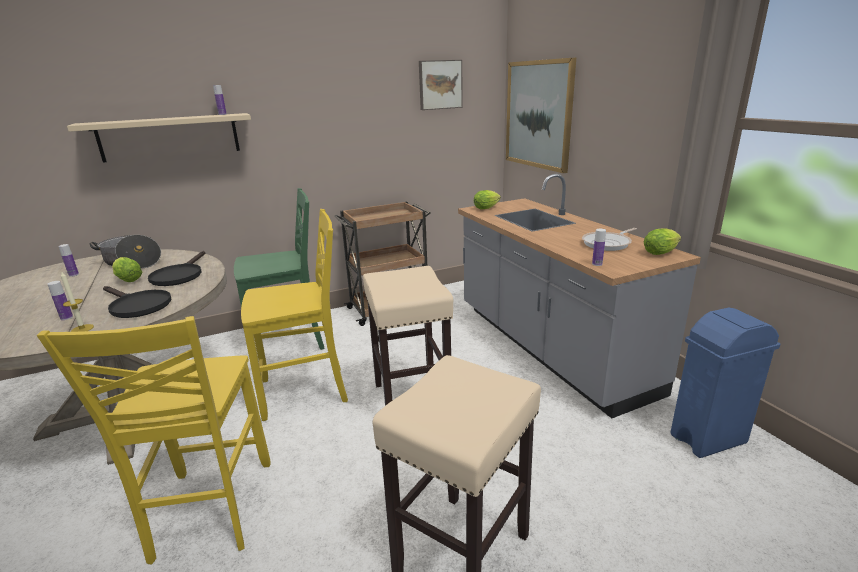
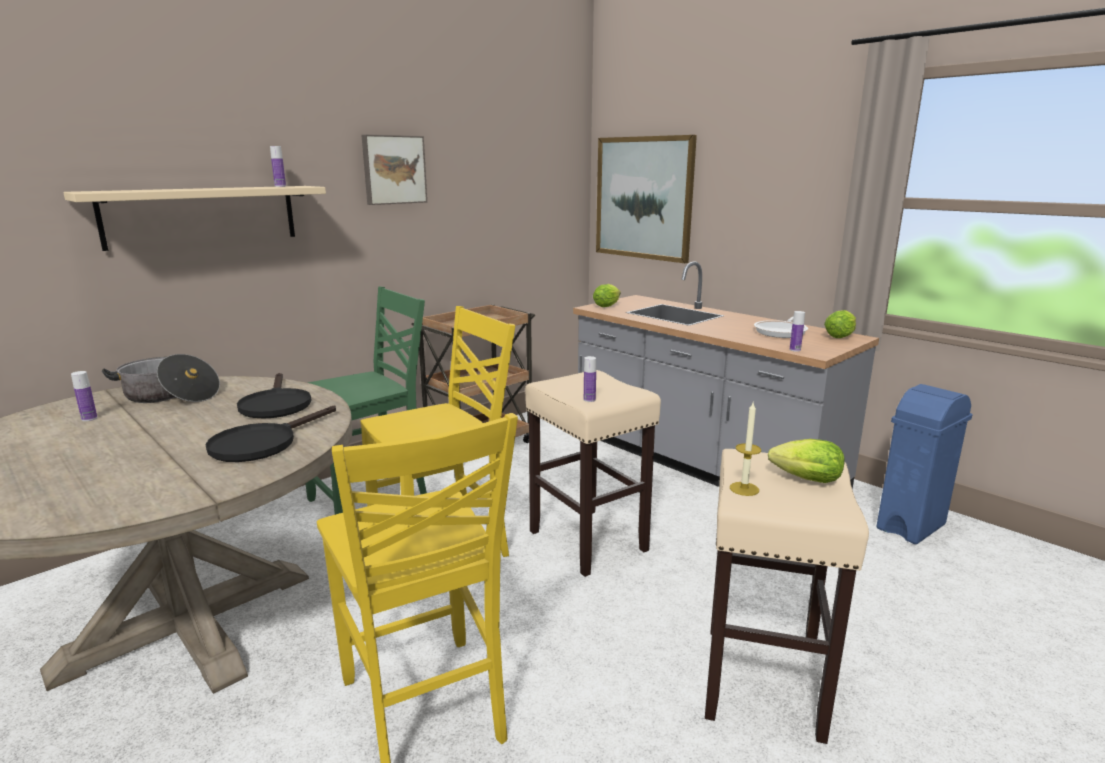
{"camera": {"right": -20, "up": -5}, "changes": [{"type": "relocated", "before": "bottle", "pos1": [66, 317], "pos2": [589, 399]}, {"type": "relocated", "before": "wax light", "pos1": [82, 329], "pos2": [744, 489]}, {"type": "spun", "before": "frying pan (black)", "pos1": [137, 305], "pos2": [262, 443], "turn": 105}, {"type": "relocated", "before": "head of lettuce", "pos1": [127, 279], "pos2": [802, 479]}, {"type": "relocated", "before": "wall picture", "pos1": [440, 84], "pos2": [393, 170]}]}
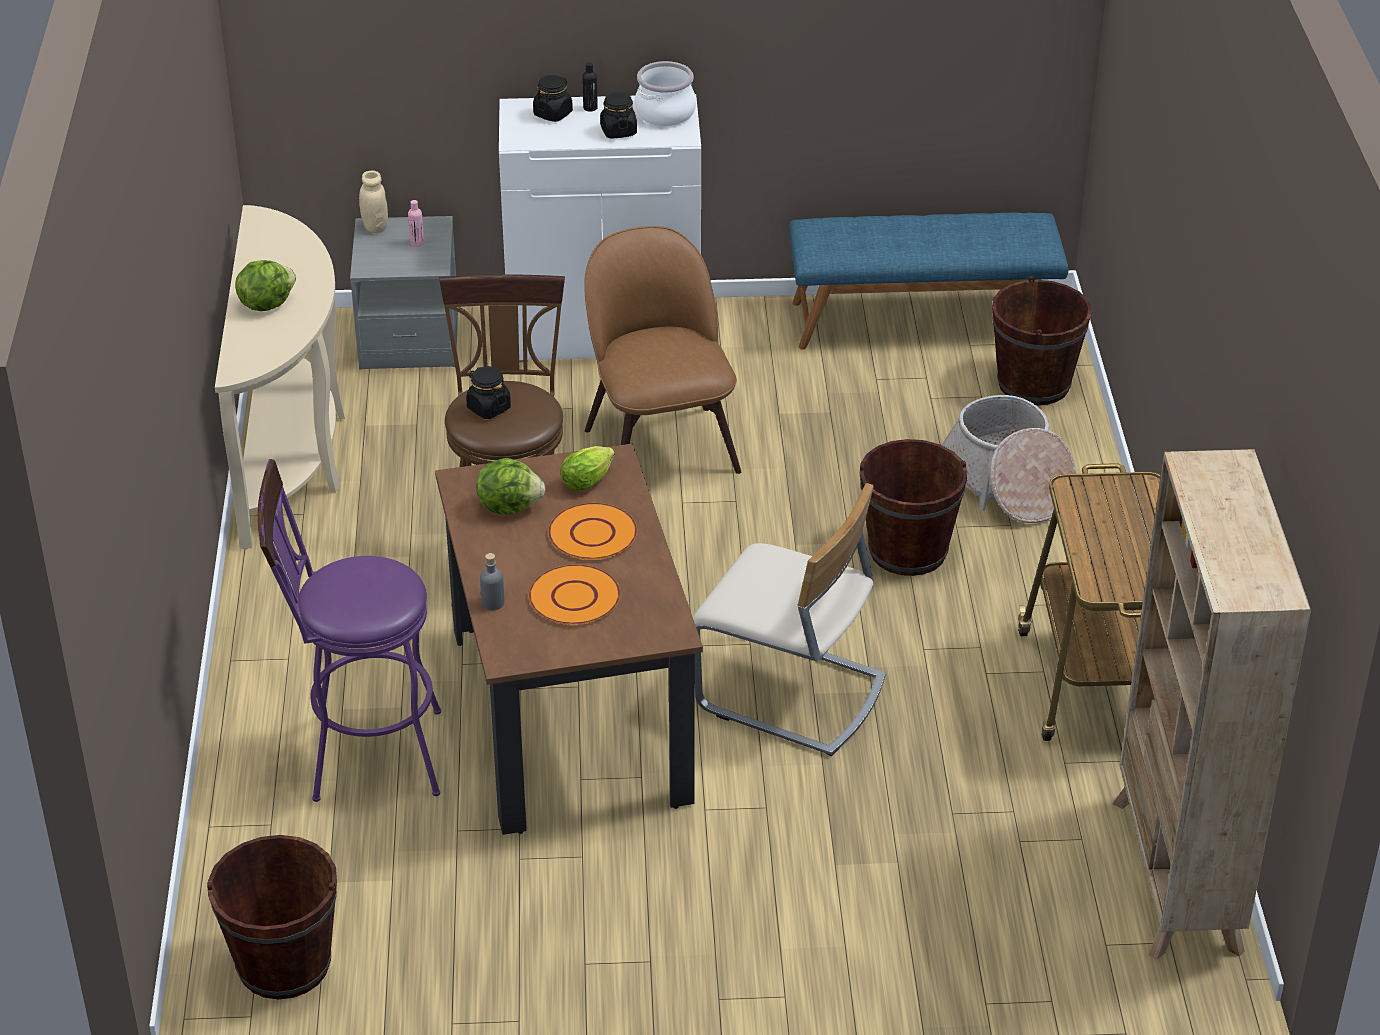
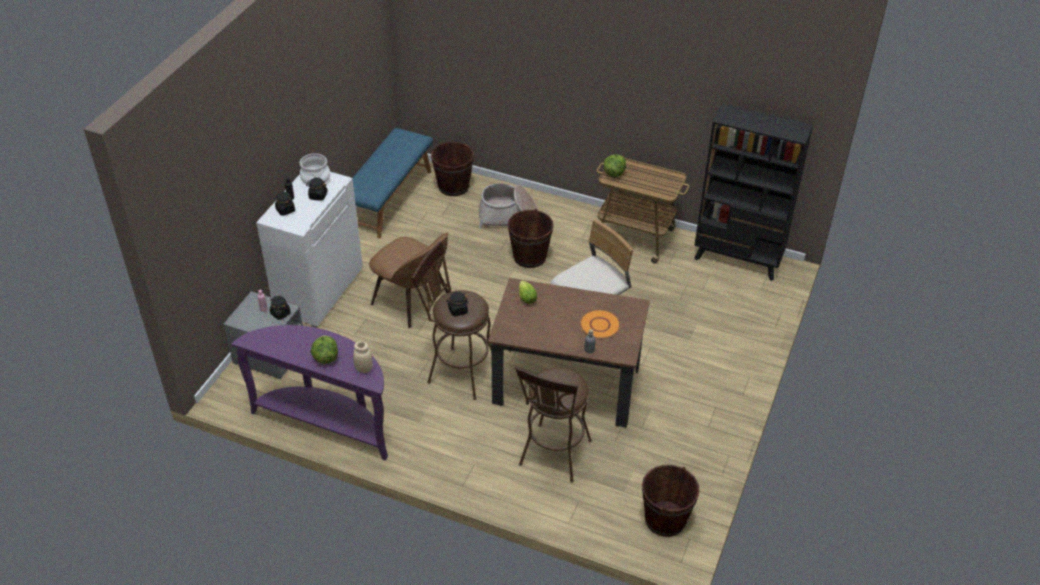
{"camera": {"right": -65, "up": 5}, "changes": [{"type": "colour", "before": "console table (beige-coloured)", "after": "console table (purple-coloured)", "pos1": [293, 455], "pos2": [327, 422]}, {"type": "colour", "before": "stool (purple-coloured)", "after": "stool (brownish)", "pos1": [363, 755], "pos2": [553, 457]}, {"type": "relocated", "before": "preserve jar (beige-coloured)", "pos1": [375, 227], "pos2": [364, 369]}, {"type": "relocated", "before": "head of lettuce", "pos1": [509, 506], "pos2": [614, 173]}, {"type": "missing", "before": "flat dish (orange-coloured)", "pos1": [593, 534]}, {"type": "spun", "before": "plain chair (brownish)", "pos1": [660, 446], "pos2": [413, 301], "turn": -150}, {"type": "colour", "before": "bookshelf (beige-coloured)", "after": "bookshelf (black)", "pos1": [1175, 876], "pos2": [738, 260]}, {"type": "appeared", "after": "preserve jar (black)", "pos2": [280, 313]}]}
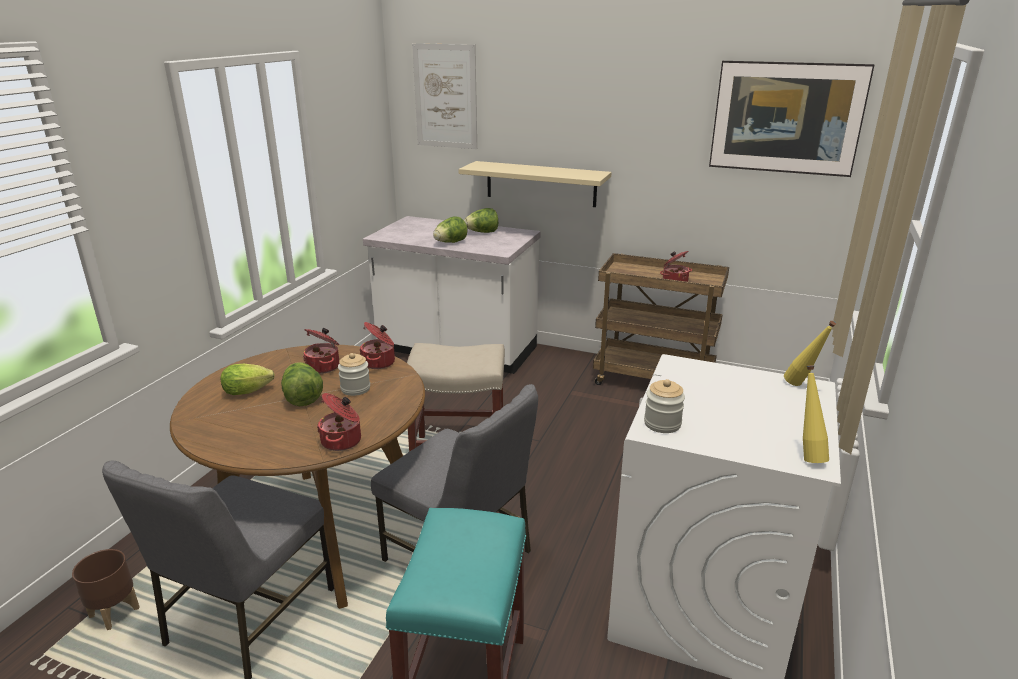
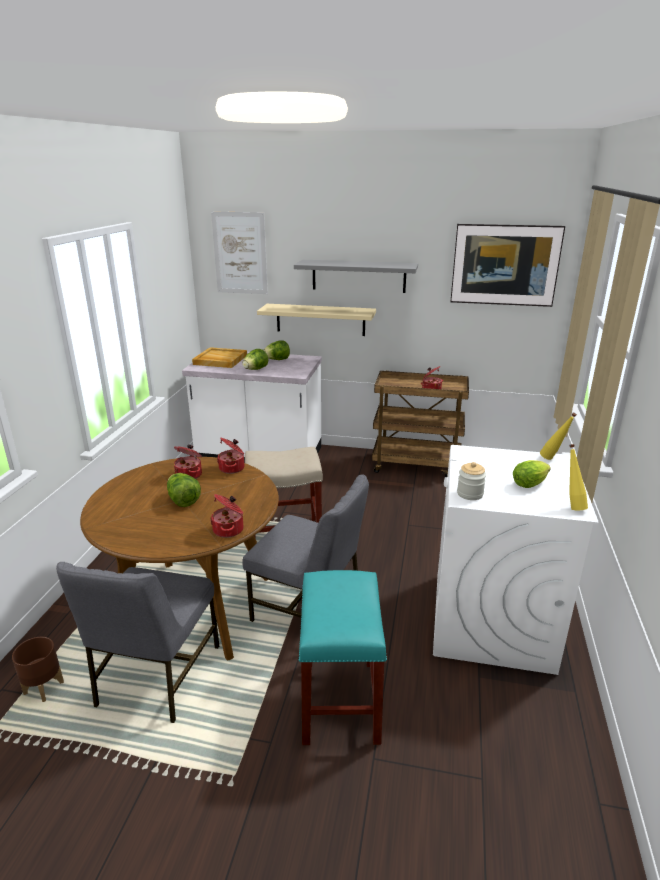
{"camera": {"right": -10, "up": 0}, "changes": [{"type": "relocated", "before": "head of lettuce", "pos1": [250, 391], "pos2": [531, 483]}, {"type": "missing", "before": "preserve jar", "pos1": [355, 389]}, {"type": "appeared", "after": "carrying tray (beige-coloured)", "pos2": [220, 360]}, {"type": "appeared", "after": "bracket shelf (grey)", "pos2": [358, 276]}]}
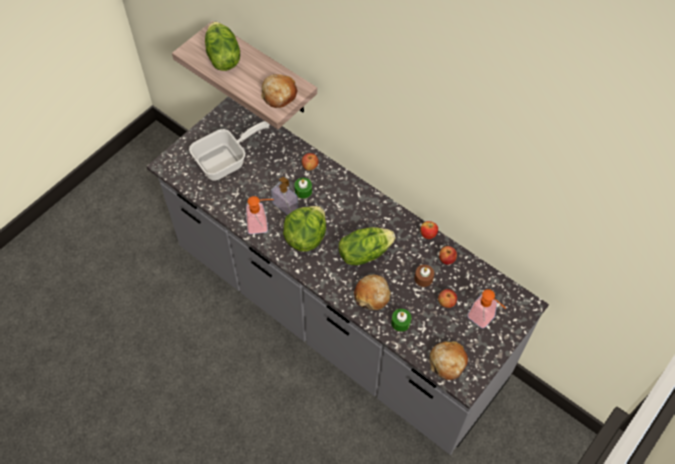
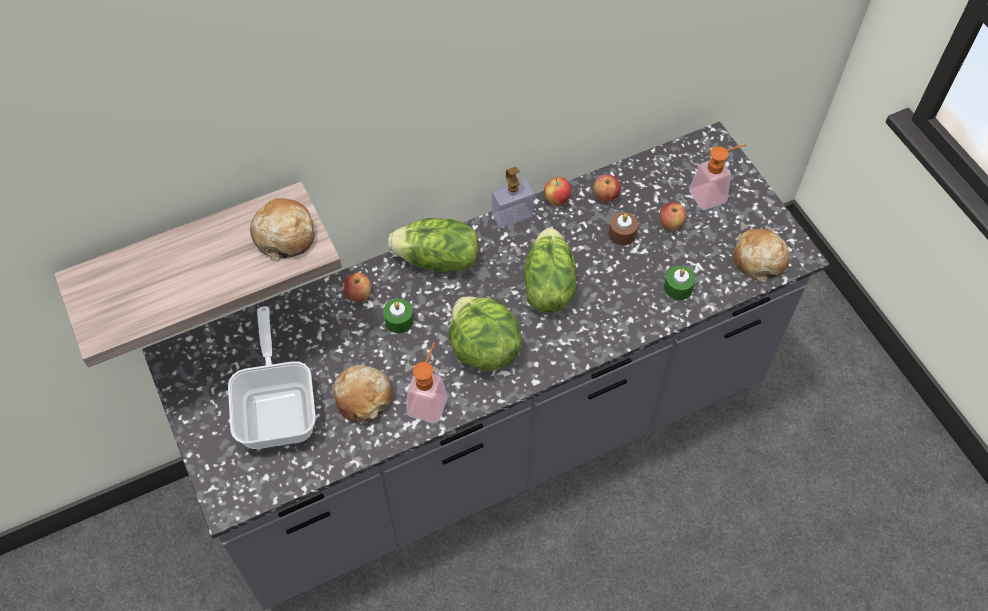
{"camera": {"right": -65, "up": 0}, "changes": [{"type": "relocated", "before": "head of lettuce", "pos1": [222, 58], "pos2": [437, 260]}, {"type": "relocated", "before": "soap dispenser", "pos1": [285, 206], "pos2": [512, 215]}, {"type": "relocated", "before": "baked bread", "pos1": [372, 295], "pos2": [363, 397]}]}
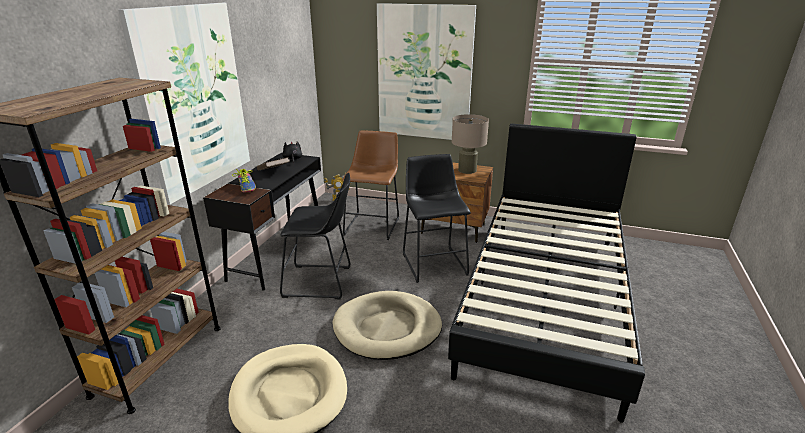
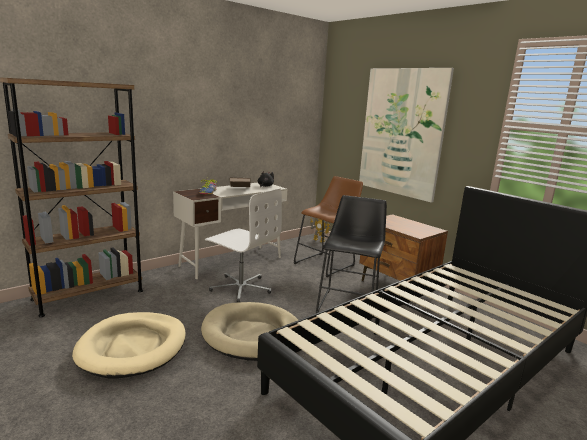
{"camera": {"right": 30, "up": -10}, "changes": [{"type": "missing", "before": "wall picture", "pos1": [194, 99]}, {"type": "colour", "before": "desk unit (black)", "after": "desk unit (white-coloured)", "pos1": [278, 254], "pos2": [232, 261]}, {"type": "exchanged", "before": "stool (black)", "after": "computer chair (white-coloured)", "pos1": [321, 282], "pos2": [241, 287]}, {"type": "missing", "before": "table lamp (beige-coloured)", "pos1": [467, 170]}]}
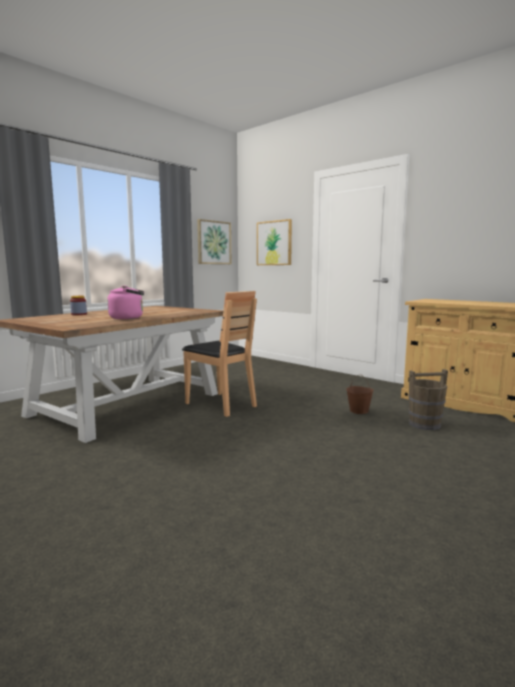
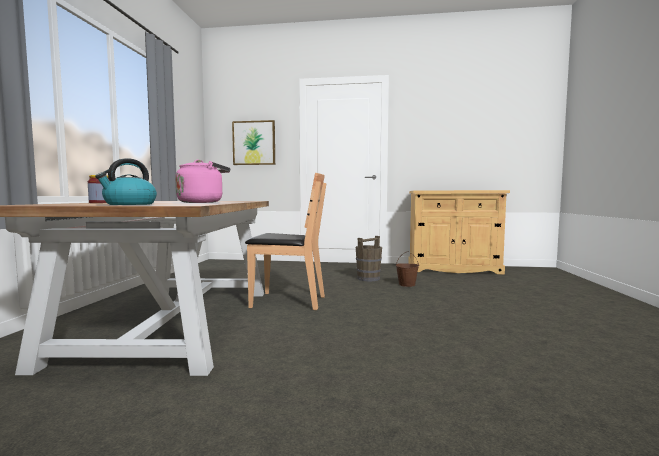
{"camera": {"right": -35, "up": -5}, "changes": [{"type": "missing", "before": "wall picture", "pos1": [214, 242]}, {"type": "relocated", "before": "bucket (brownish)", "pos1": [425, 424], "pos2": [368, 278]}, {"type": "appeared", "after": "kettle", "pos2": [129, 204]}]}
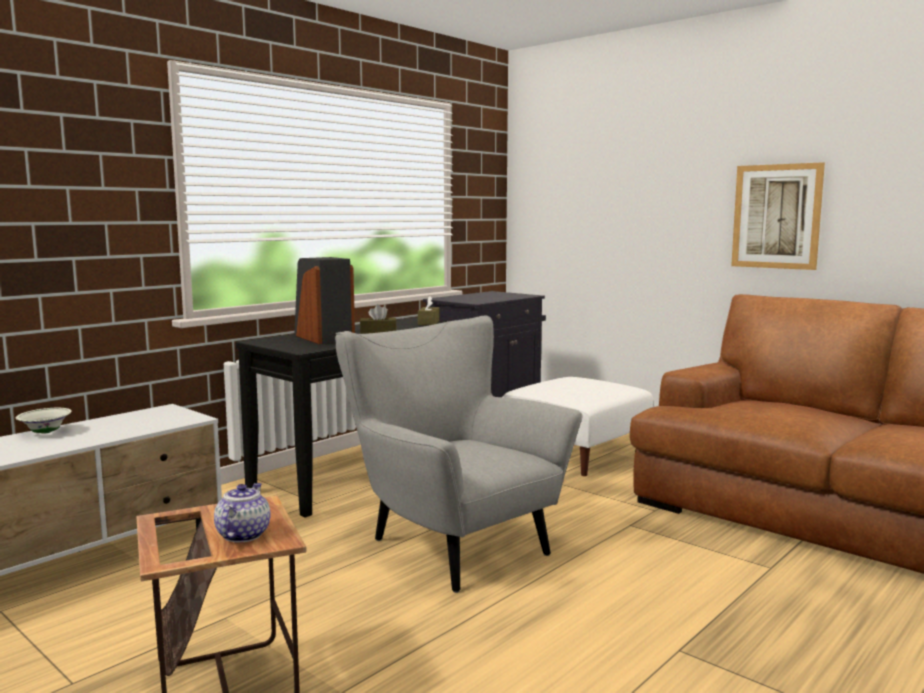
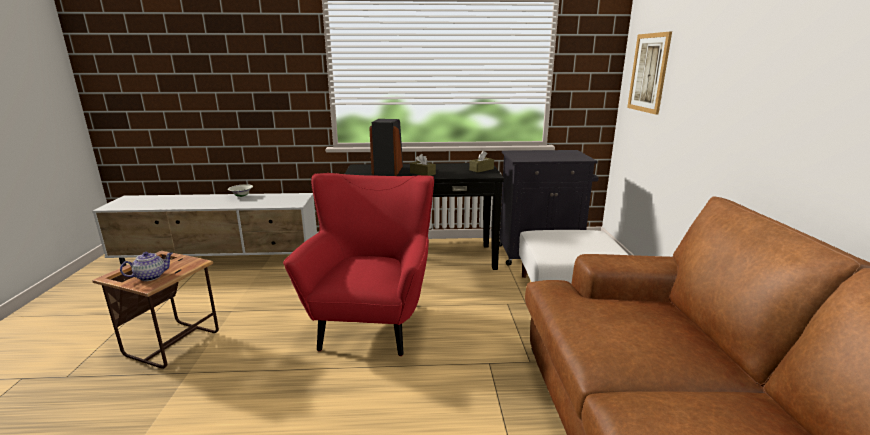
{"camera": {"right": 45, "up": 10}, "changes": [{"type": "colour", "before": "armchair (grey)", "after": "armchair (red)", "pos1": [448, 543], "pos2": [372, 320]}, {"type": "relocated", "before": "wall picture", "pos1": [776, 216], "pos2": [648, 73]}]}
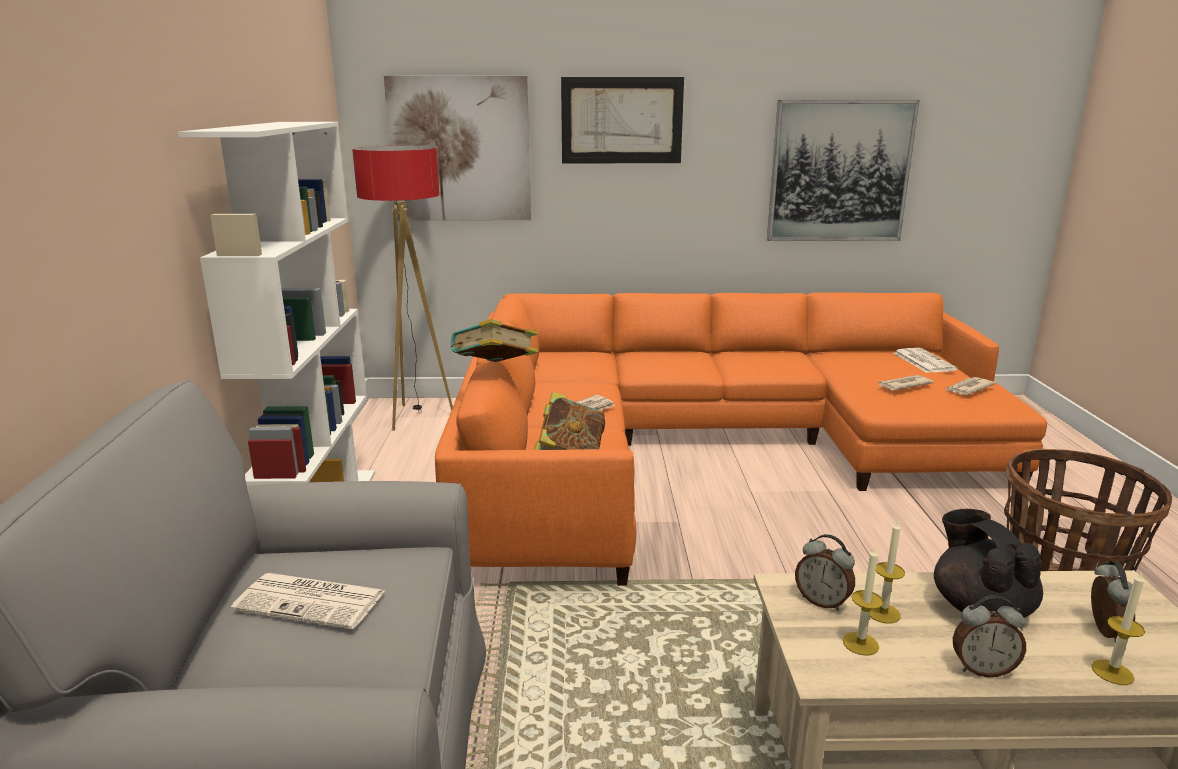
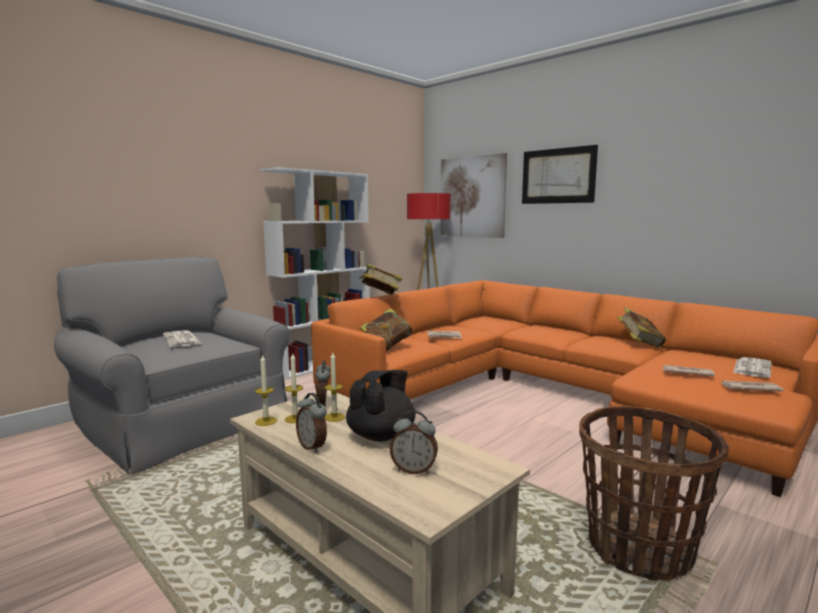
{"camera": {"right": 45, "up": -10}, "changes": [{"type": "missing", "before": "wall picture", "pos1": [839, 171]}, {"type": "spun", "before": "bedside clock", "pos1": [1102, 631], "pos2": [414, 470], "turn": 45}, {"type": "relocated", "before": "wax light", "pos1": [1112, 672], "pos2": [266, 421]}, {"type": "appeared", "after": "book", "pos2": [639, 344]}]}
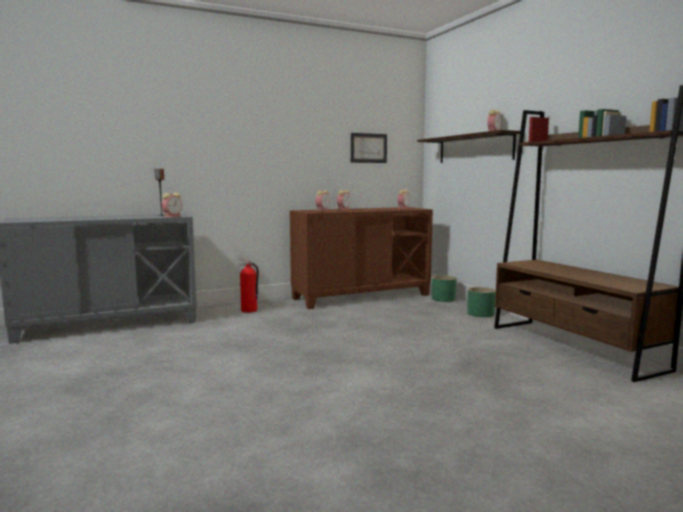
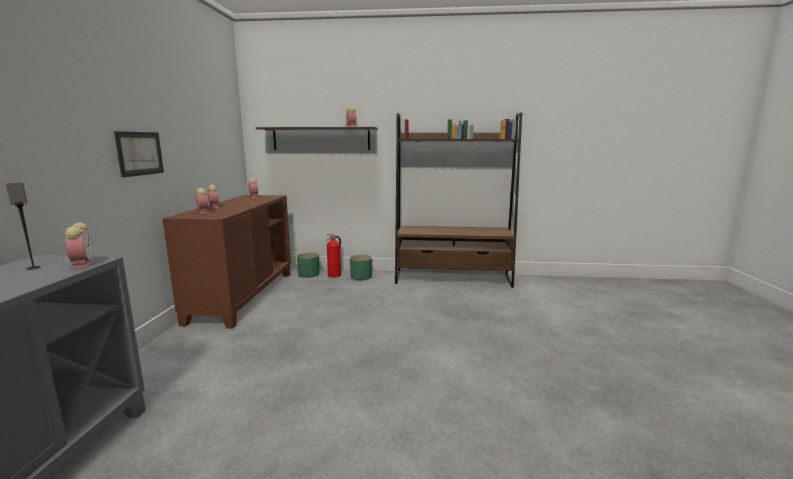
{"camera": {"right": -60, "up": 5}, "changes": [{"type": "relocated", "before": "extinguisher", "pos1": [249, 311], "pos2": [334, 275]}, {"type": "relocated", "before": "wall picture", "pos1": [368, 148], "pos2": [139, 153]}]}
